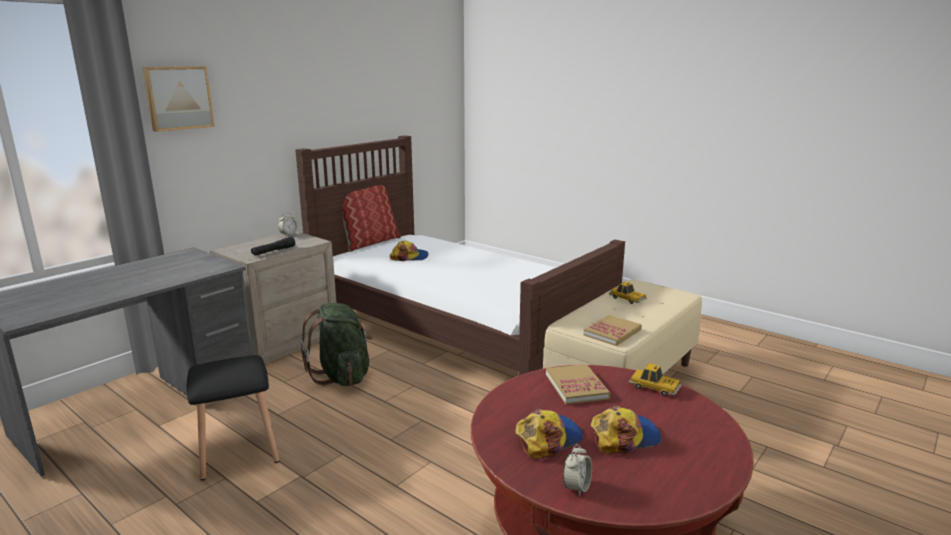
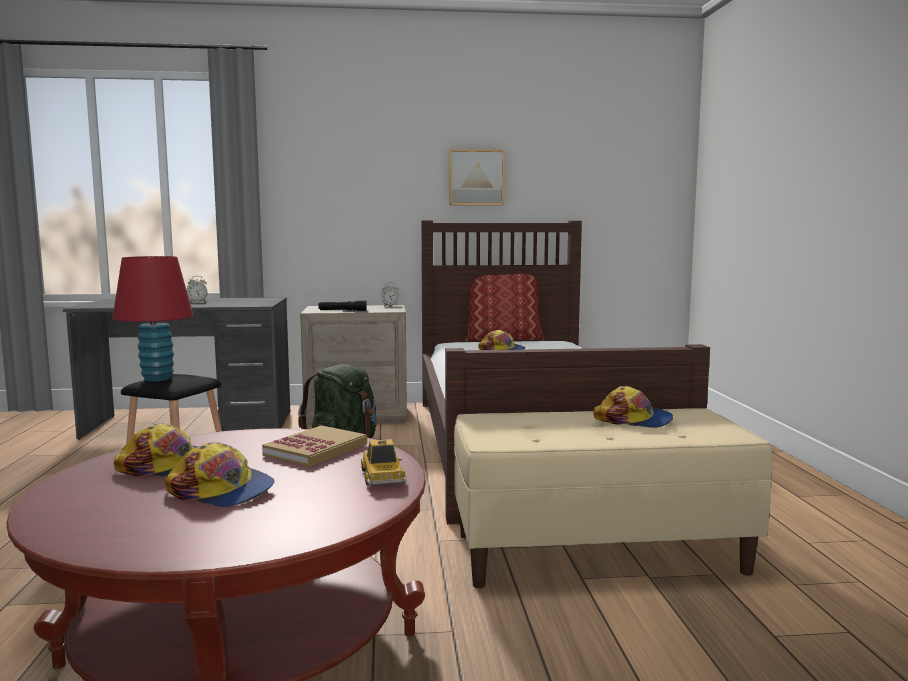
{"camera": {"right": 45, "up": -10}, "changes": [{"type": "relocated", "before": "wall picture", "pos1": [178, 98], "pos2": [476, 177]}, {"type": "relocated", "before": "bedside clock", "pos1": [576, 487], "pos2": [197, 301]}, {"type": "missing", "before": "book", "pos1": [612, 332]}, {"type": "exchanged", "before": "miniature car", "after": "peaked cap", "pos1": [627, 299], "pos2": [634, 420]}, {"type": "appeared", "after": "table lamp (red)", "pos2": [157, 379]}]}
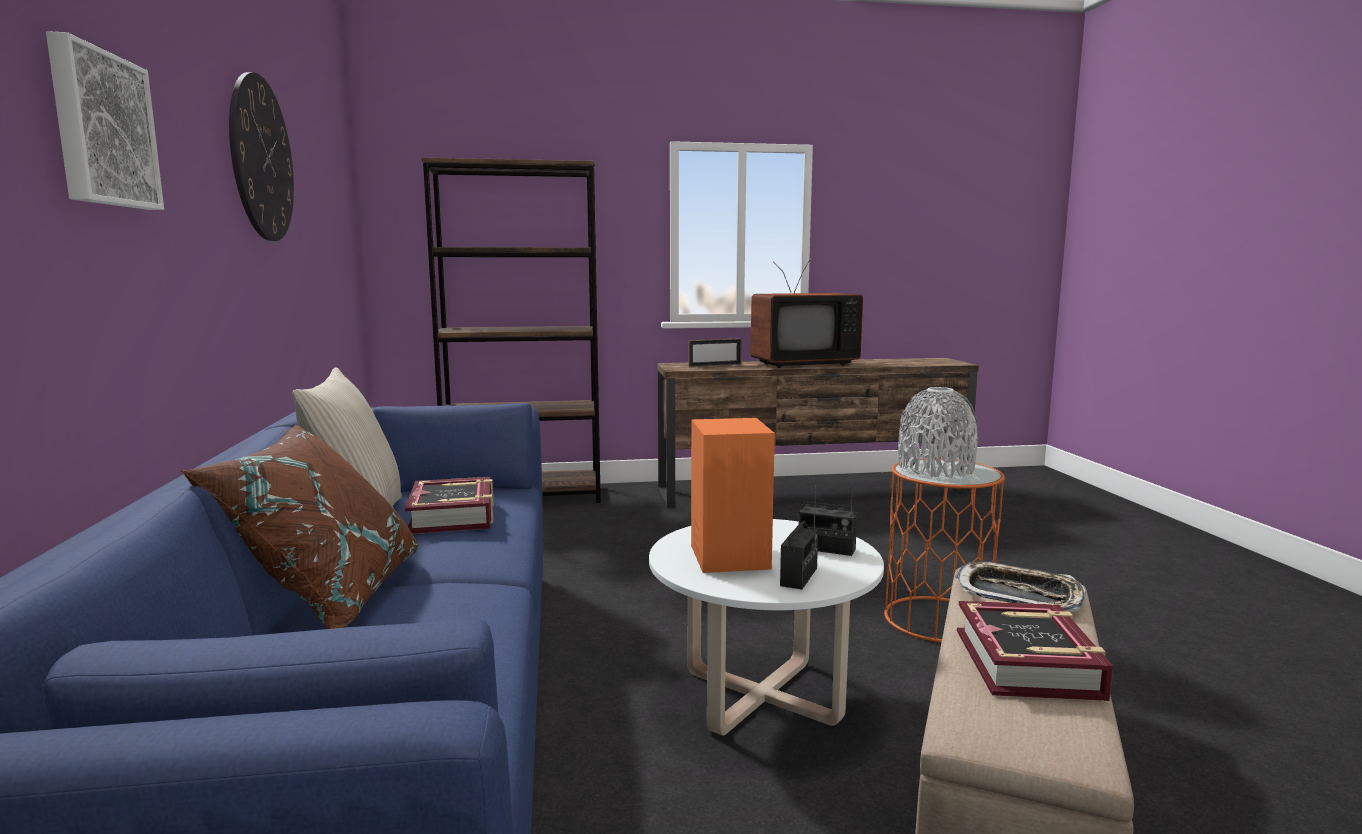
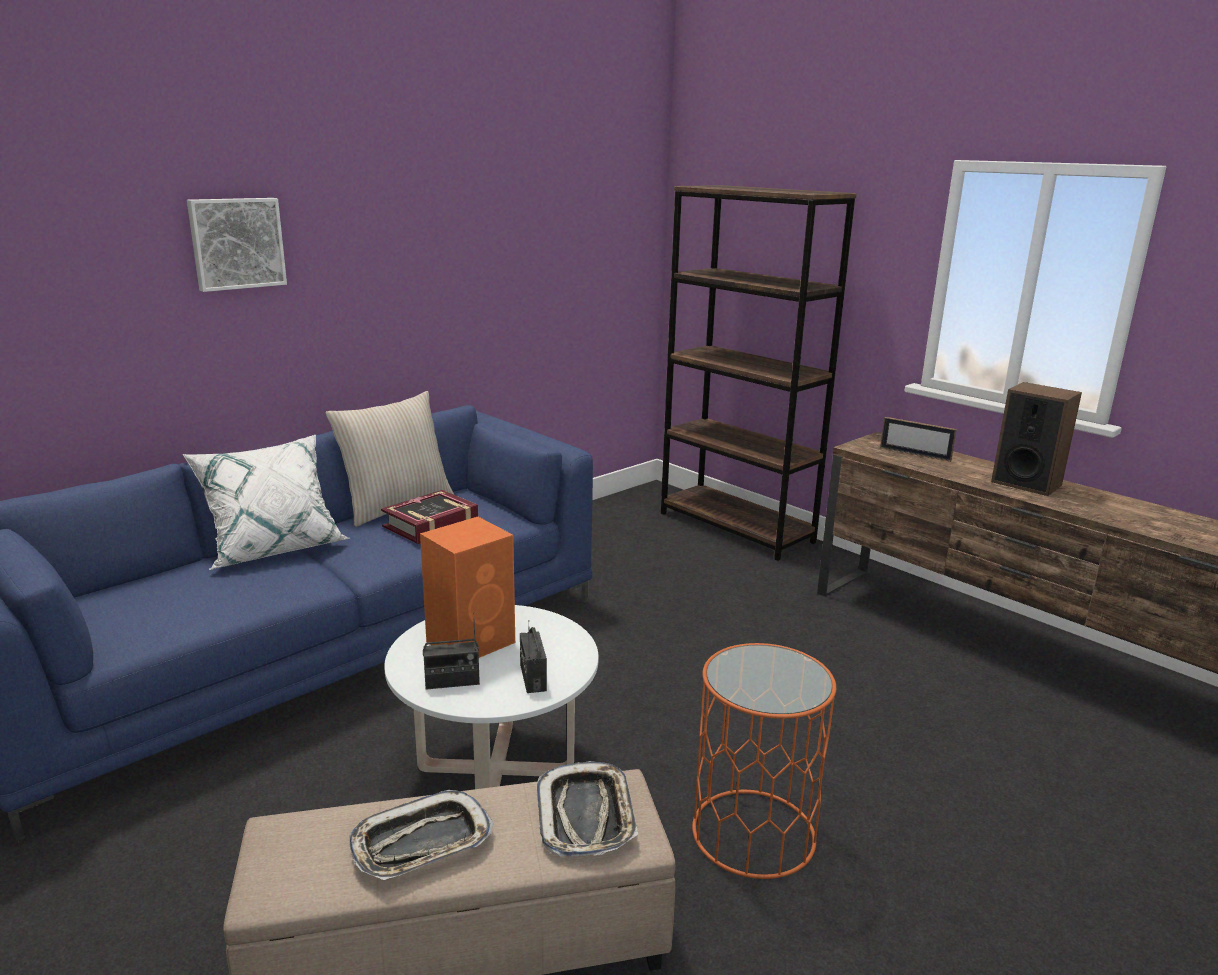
{"camera": {"right": 55, "up": 10}, "changes": [{"type": "colour", "before": "cushion (brownish)", "after": "cushion (white-coloured)", "pos1": [326, 596], "pos2": [274, 547]}, {"type": "missing", "before": "clock on the wall", "pos1": [261, 159]}, {"type": "exchanged", "before": "television", "after": "speaker", "pos1": [800, 363], "pos2": [1026, 483]}, {"type": "missing", "before": "decorative vase (grey)", "pos1": [935, 469]}, {"type": "exchanged", "before": "book", "after": "carrying tray", "pos1": [1028, 663], "pos2": [421, 844]}]}
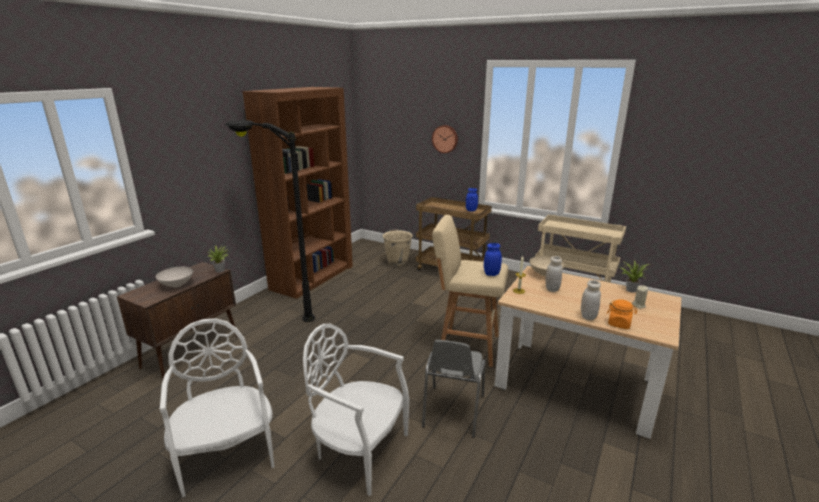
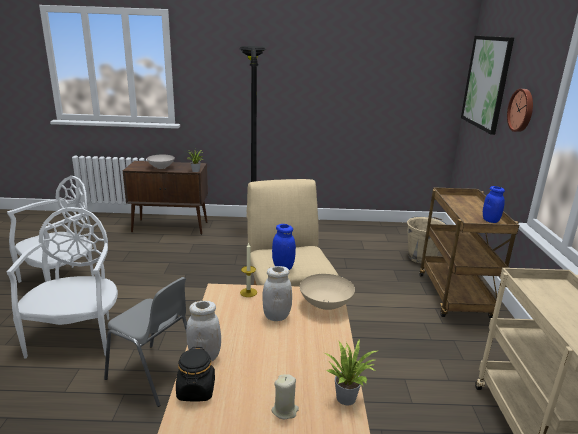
{"camera": {"right": 60, "up": 0}, "changes": [{"type": "missing", "before": "bookshelf (brownish)", "pos1": [313, 277]}, {"type": "spun", "before": "plain chair (grey)", "pos1": [452, 411], "pos2": [154, 375], "turn": -135}, {"type": "colour", "before": "preserve jar (orange-coloured)", "after": "preserve jar (black)", "pos1": [619, 324], "pos2": [196, 391]}, {"type": "appeared", "after": "wall picture", "pos2": [486, 82]}]}
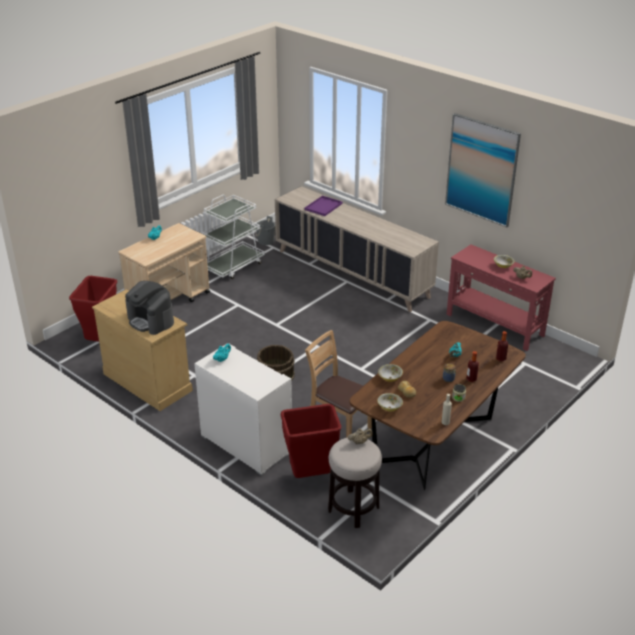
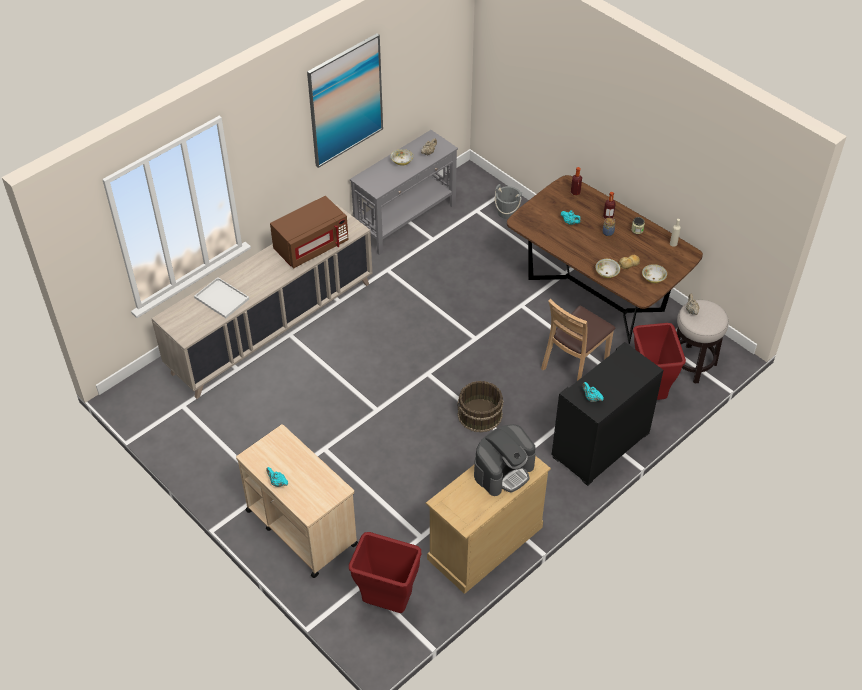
{"camera": {"right": -85, "up": 15}, "changes": [{"type": "colour", "before": "chest of drawers (white-coloured)", "after": "chest of drawers (black)", "pos1": [245, 444], "pos2": [601, 445]}, {"type": "missing", "before": "wheeled cart (white-coloured)", "pos1": [233, 266]}, {"type": "relocated", "before": "bucket (grey)", "pos1": [266, 241], "pos2": [507, 212]}, {"type": "colour", "before": "carrying tray (purple-coloured)", "after": "carrying tray (white-coloured)", "pos1": [323, 207], "pos2": [223, 298]}, {"type": "colour", "before": "console table (red)", "after": "console table (grey)", "pos1": [495, 325], "pos2": [406, 220]}, {"type": "appeared", "after": "microwave oven (brownish)", "pos2": [311, 246]}]}
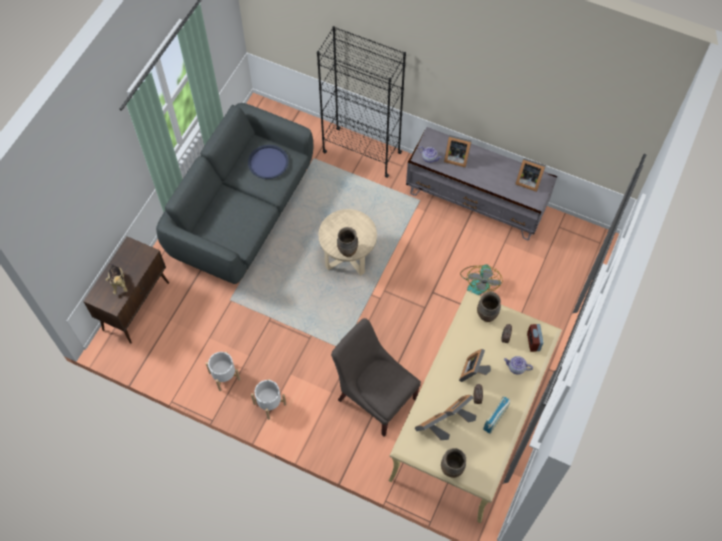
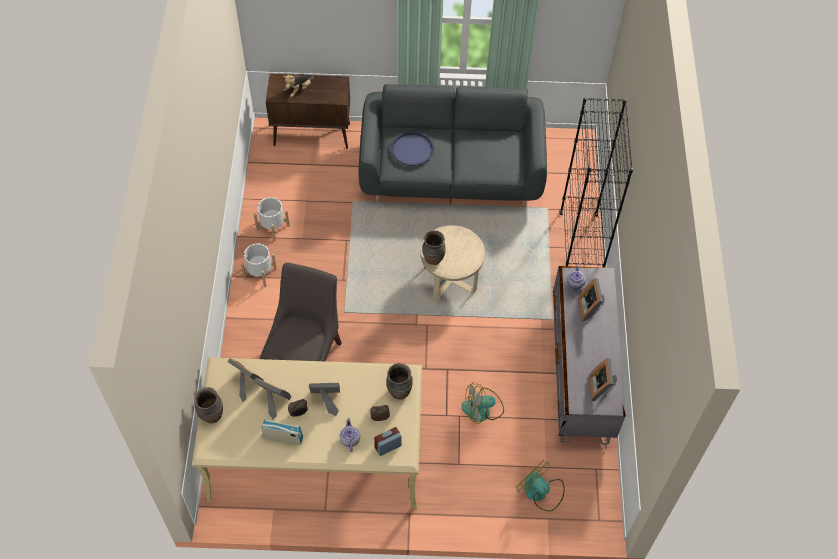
{"camera": {"right": 65, "up": -5}, "changes": [{"type": "relocated", "before": "carrying tray (blue-coloured)", "pos1": [268, 162], "pos2": [412, 149]}, {"type": "appeared", "after": "cooling fan", "pos2": [540, 492]}]}
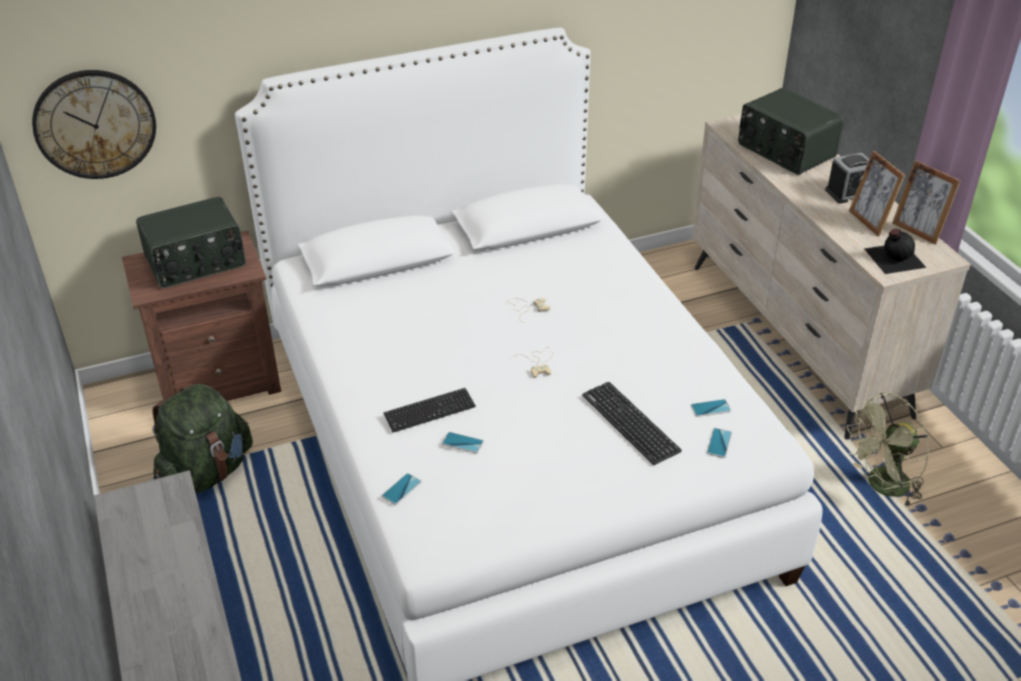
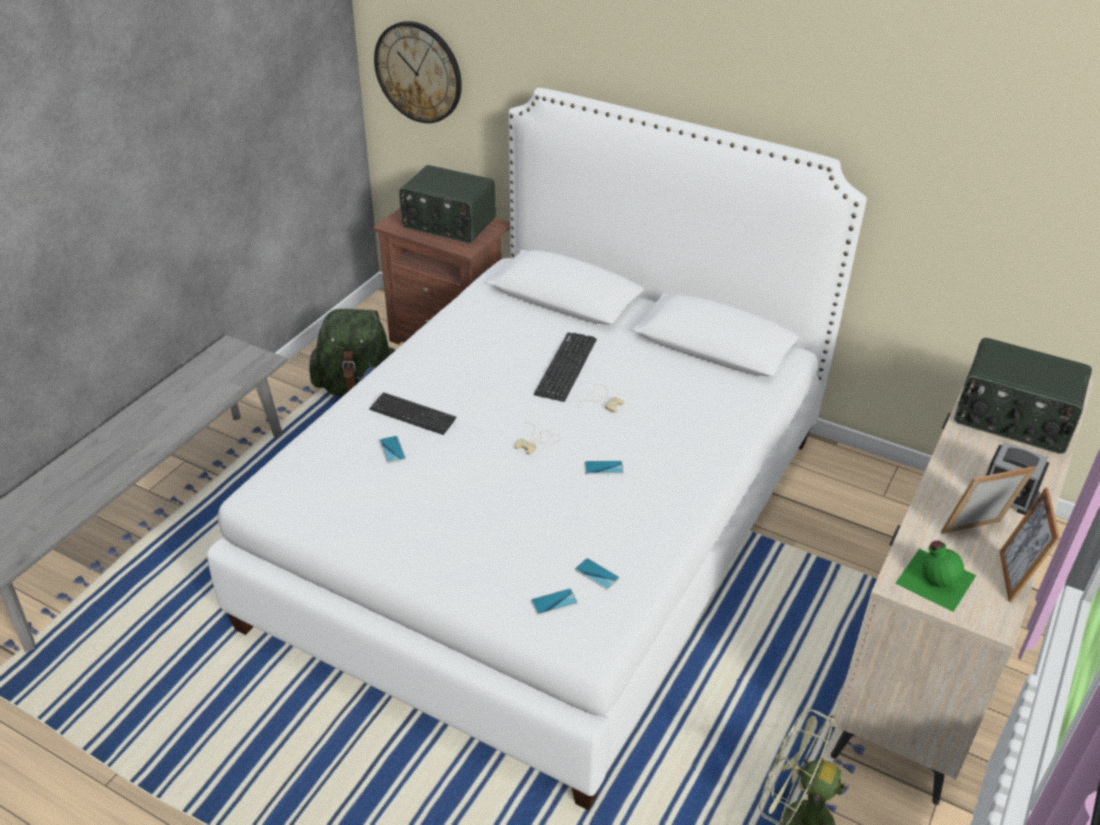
{"camera": {"right": 50, "up": 0}, "changes": [{"type": "relocated", "before": "handset", "pos1": [401, 489], "pos2": [603, 468]}, {"type": "relocated", "before": "keyboard", "pos1": [630, 423], "pos2": [566, 367]}, {"type": "spun", "before": "radio set", "pos1": [785, 151], "pos2": [1013, 419], "turn": -75}, {"type": "spun", "before": "standing frame", "pos1": [869, 222], "pos2": [975, 533], "turn": 45}, {"type": "colour", "before": "bottle (black)", "after": "bottle (green)", "pos1": [893, 257], "pos2": [935, 578]}]}
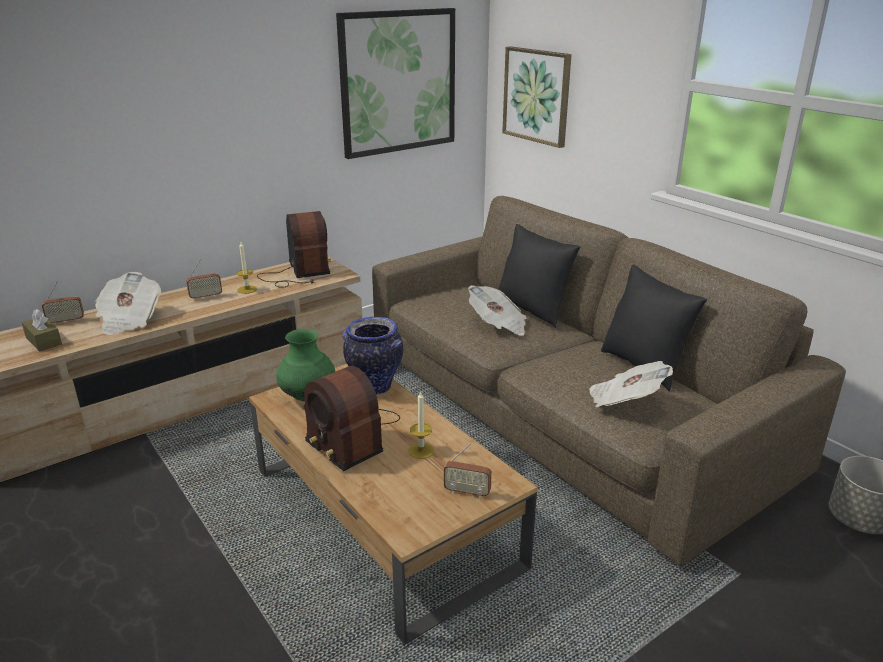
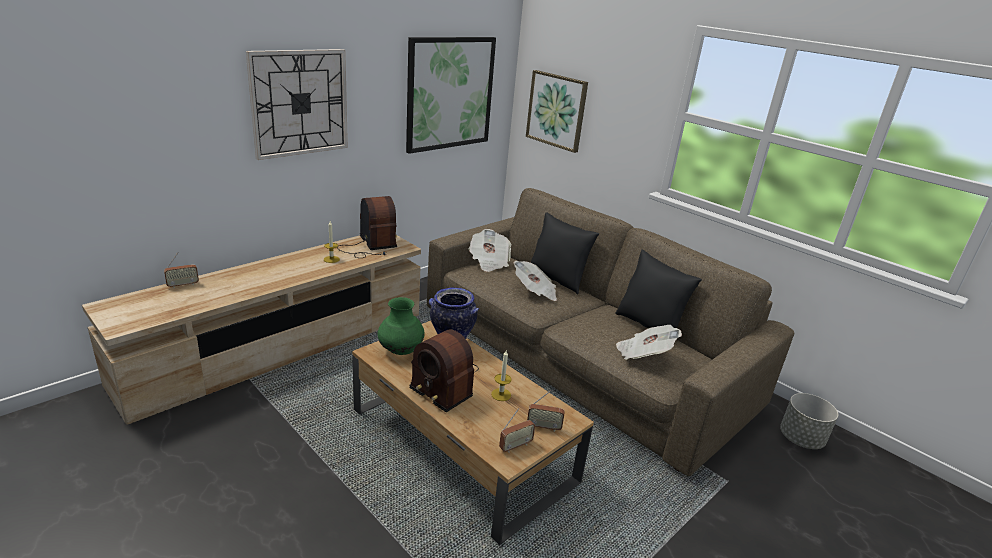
{"camera": {"right": -10, "up": 0}, "changes": [{"type": "missing", "before": "tissue box (brownish)", "pos1": [43, 341]}, {"type": "relocated", "before": "daily paper", "pos1": [129, 320], "pos2": [489, 262]}, {"type": "relocated", "before": "radio set", "pos1": [206, 296], "pos2": [515, 446]}, {"type": "appeared", "after": "clock on the wall", "pos2": [300, 103]}]}
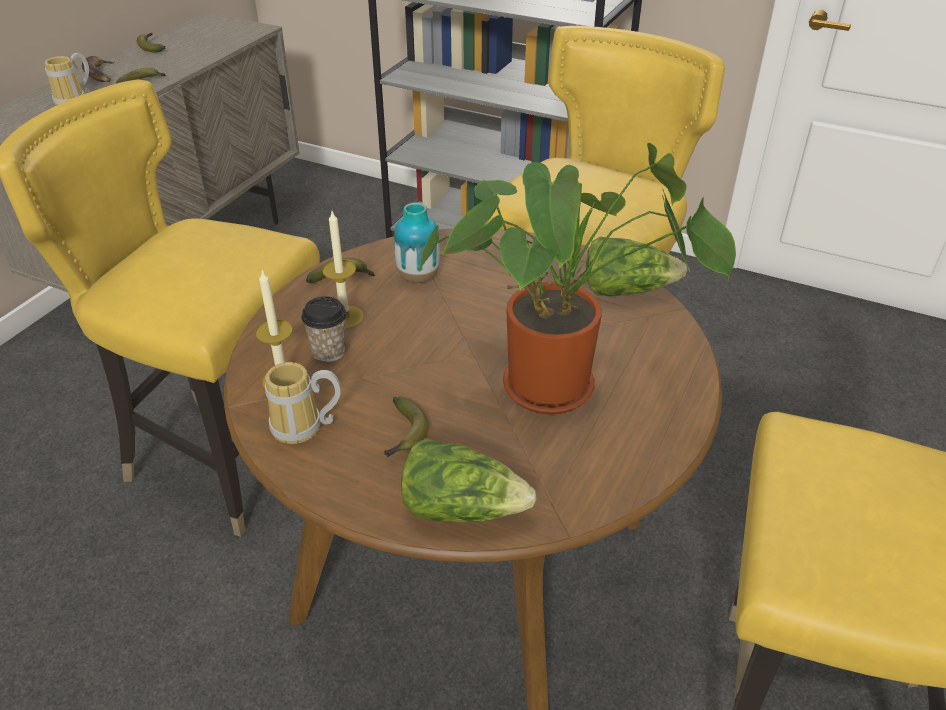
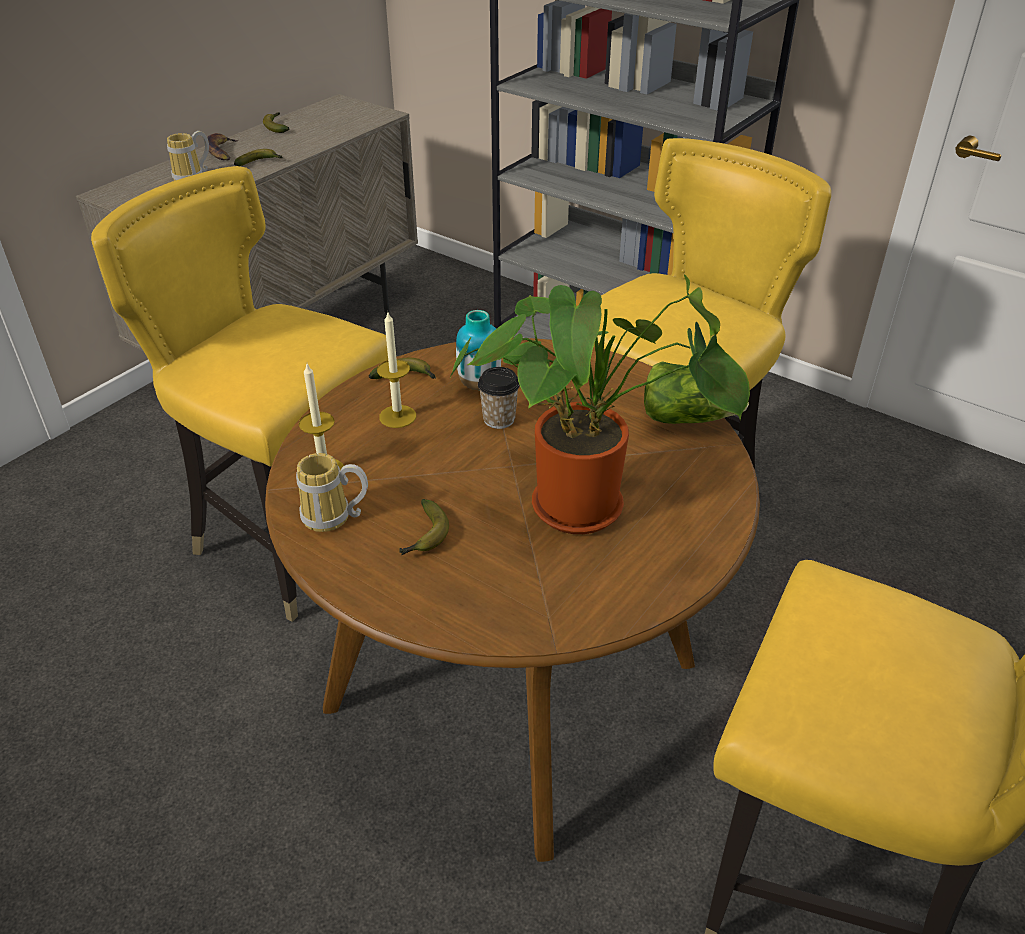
{"camera": {"right": 10, "up": 0}, "changes": [{"type": "relocated", "before": "small cup", "pos1": [329, 351], "pos2": [499, 419]}, {"type": "missing", "before": "head of lettuce", "pos1": [461, 508]}]}
